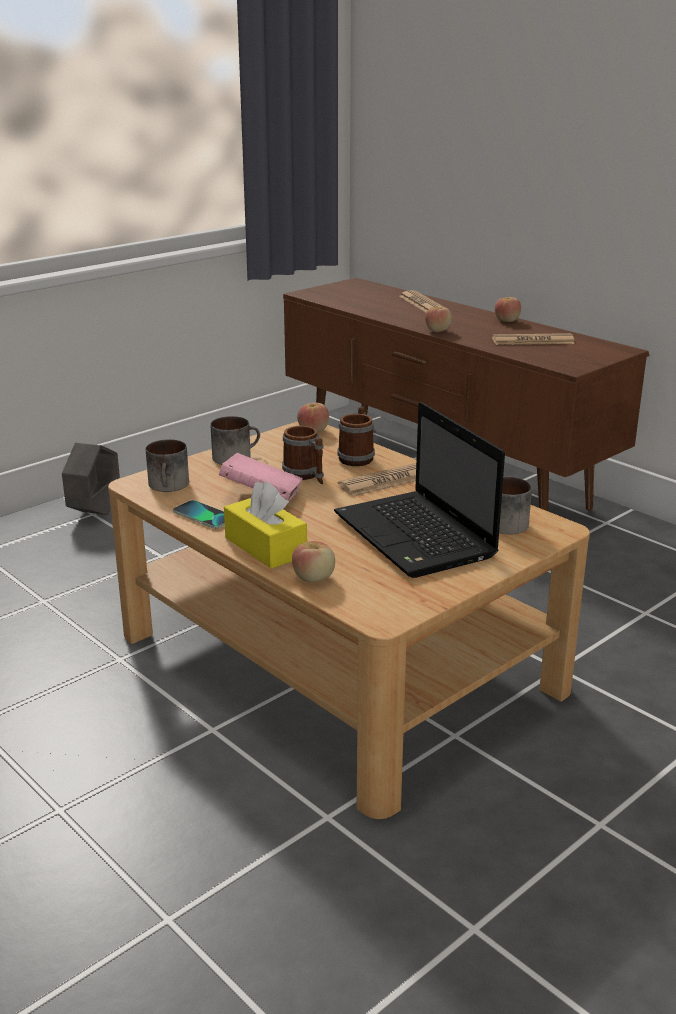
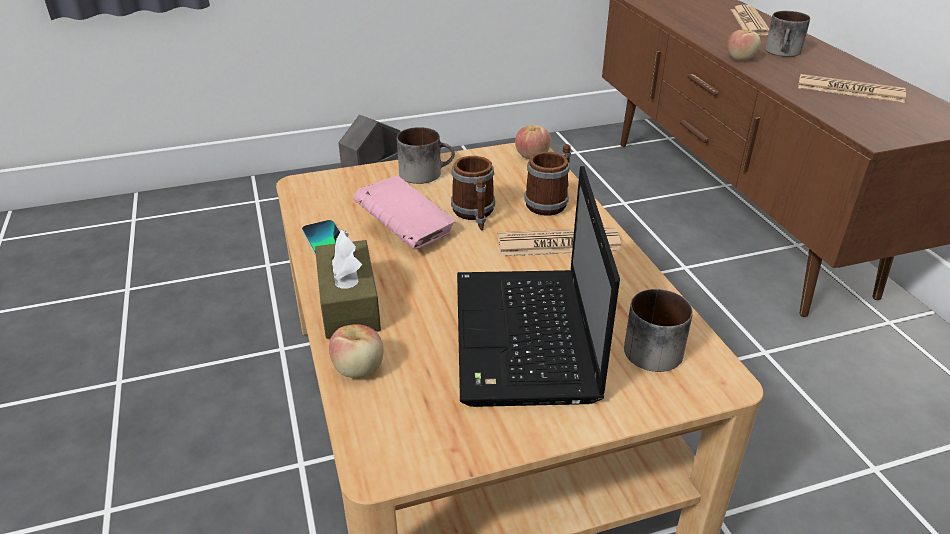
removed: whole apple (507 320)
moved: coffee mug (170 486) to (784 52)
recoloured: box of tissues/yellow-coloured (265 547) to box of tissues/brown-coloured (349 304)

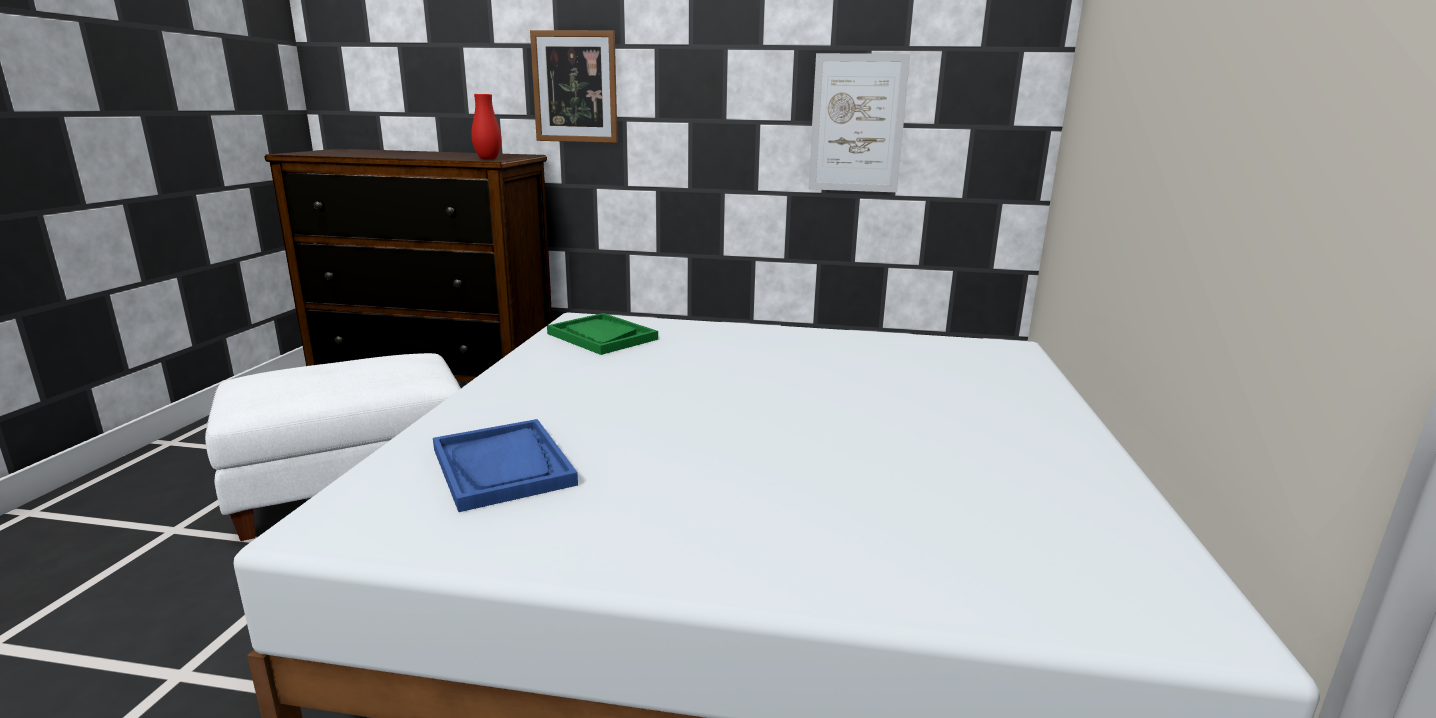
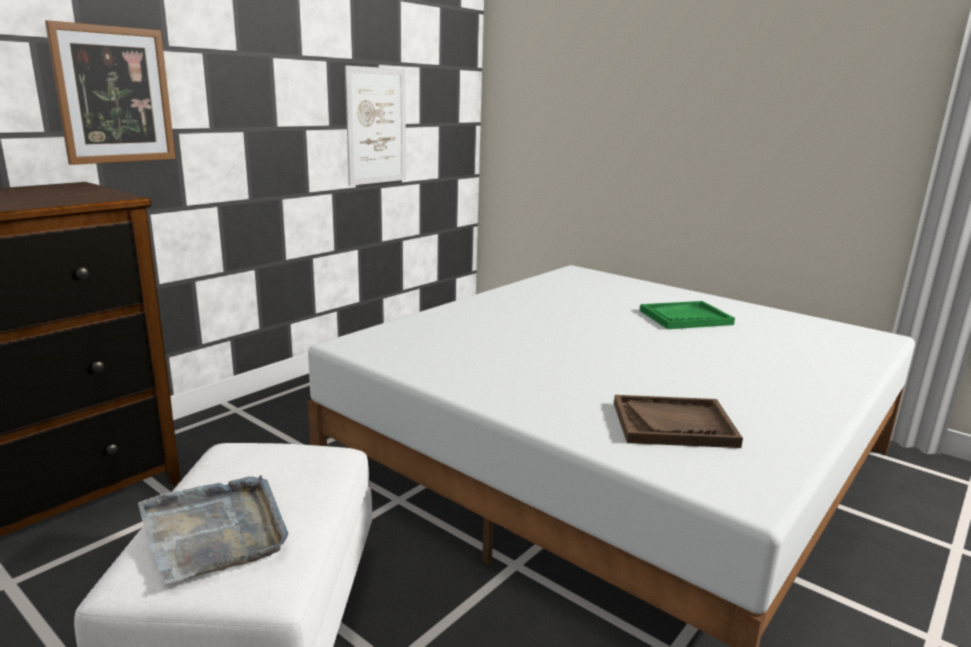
removed: flower vase/red-coloured (488 159)
added: carrying tray/gray (215 531)
moved: carrying tray/greenish (601 336) to (685 317)
recoloured: carrying tray/blue (503 467) to carrying tray/brown-coloured (674 424)

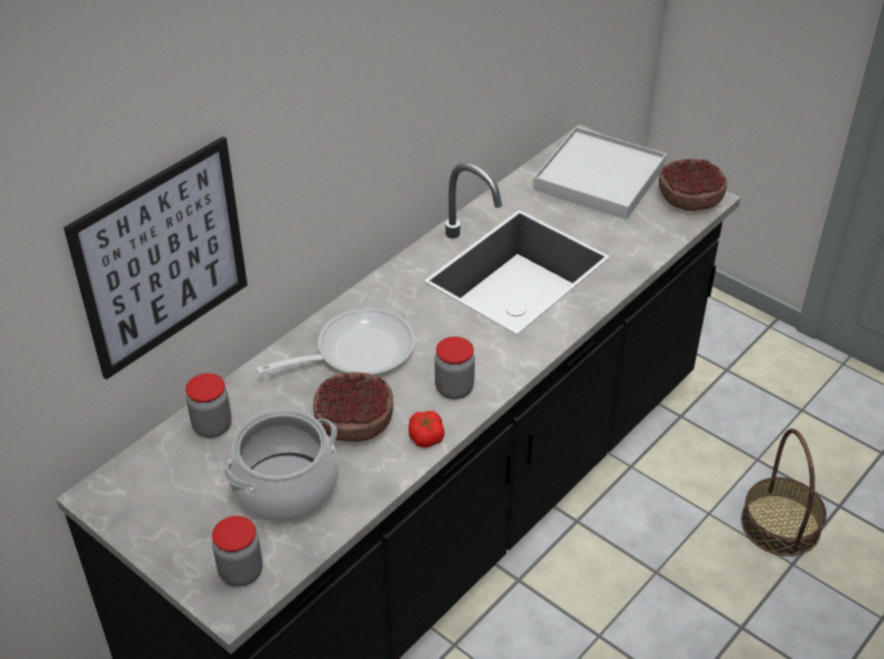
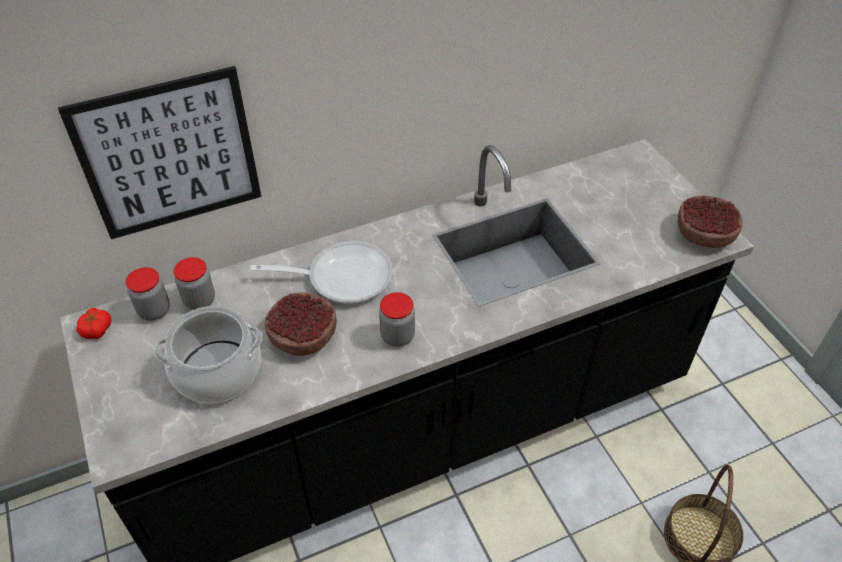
removed: carrying tray/whitish (599 177)
moved: fresh tomato (426 436) to (96 329); storage jar (241 572) to (154 310)

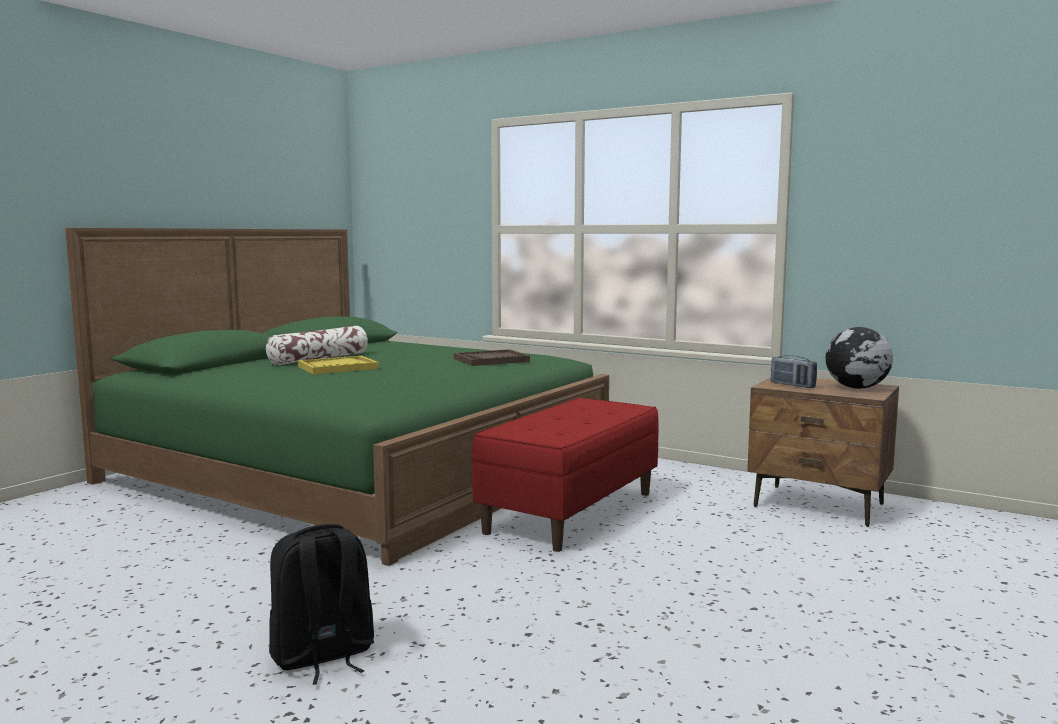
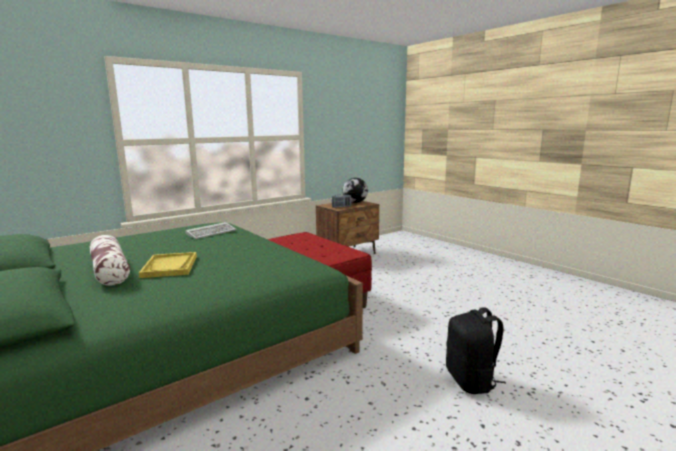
replaced: carrying tray/brown-coloured (491 360) to keyboard (212 232)

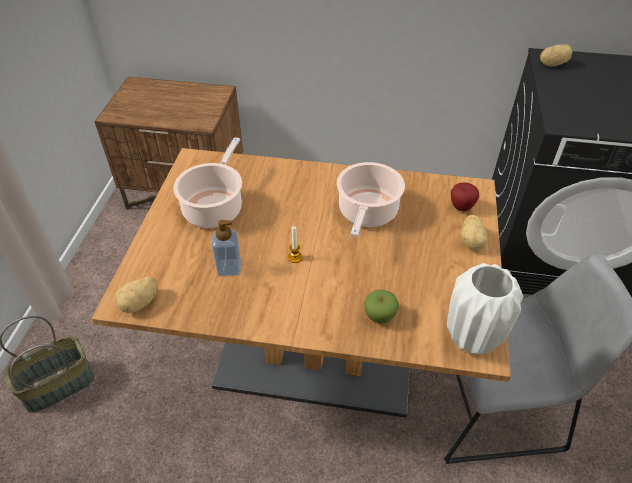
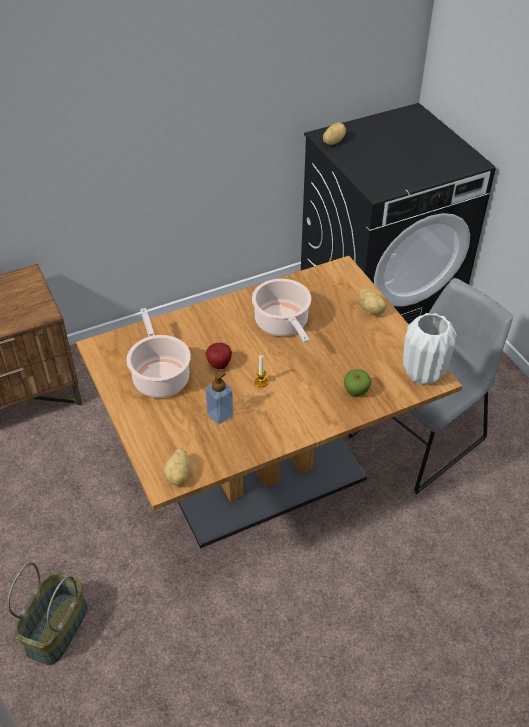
moved: whole apple (461 207) to (219 365)

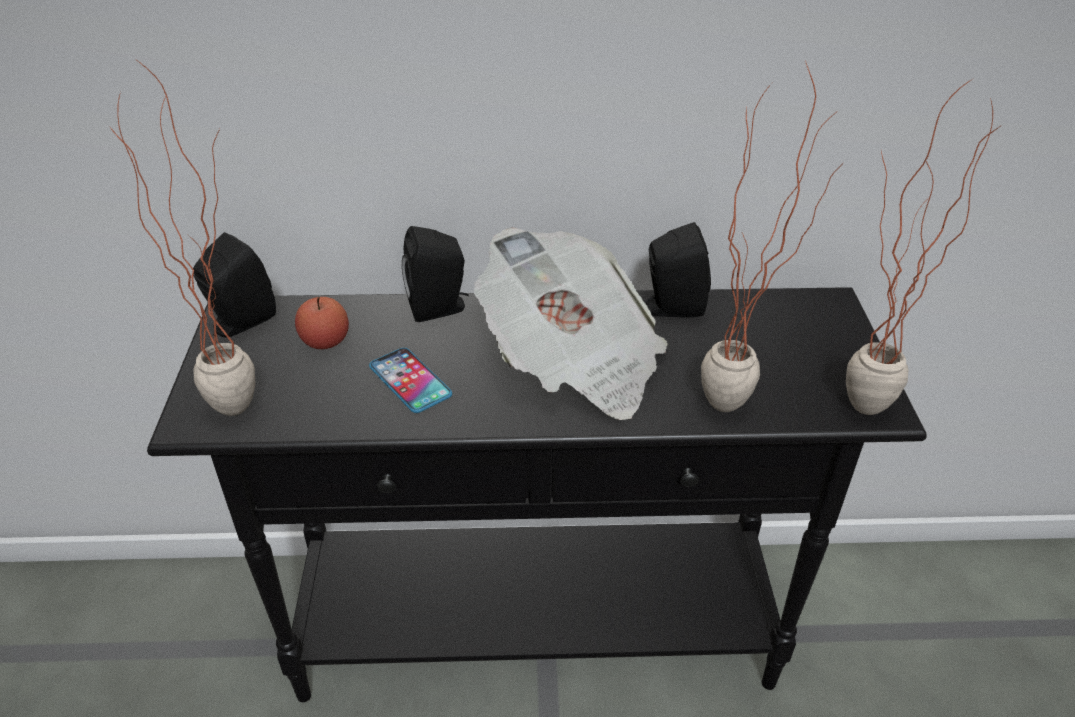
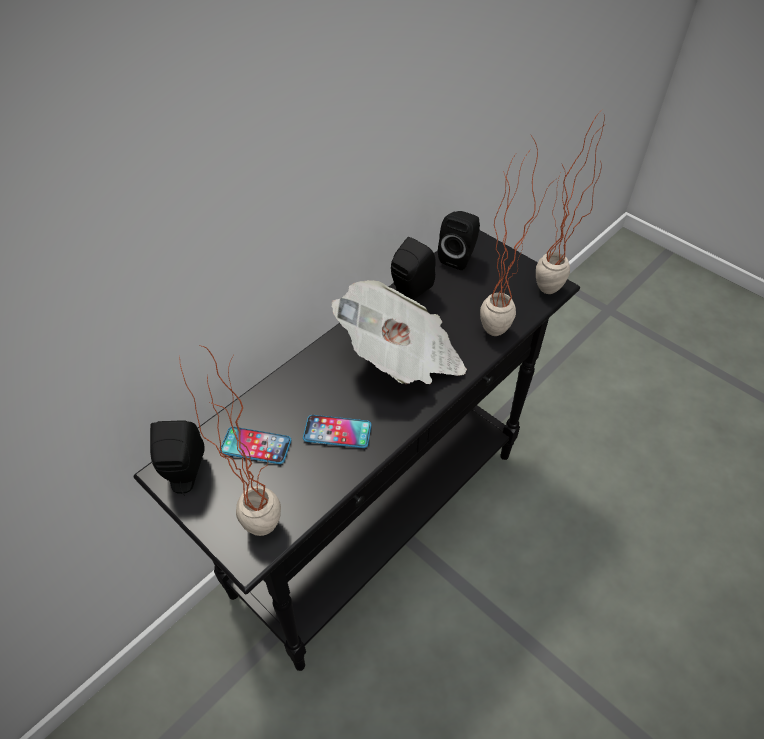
moved: loudspeaker/black (440 308) to (458 257)
replaced: whole apple (325 341) to phone (256 446)

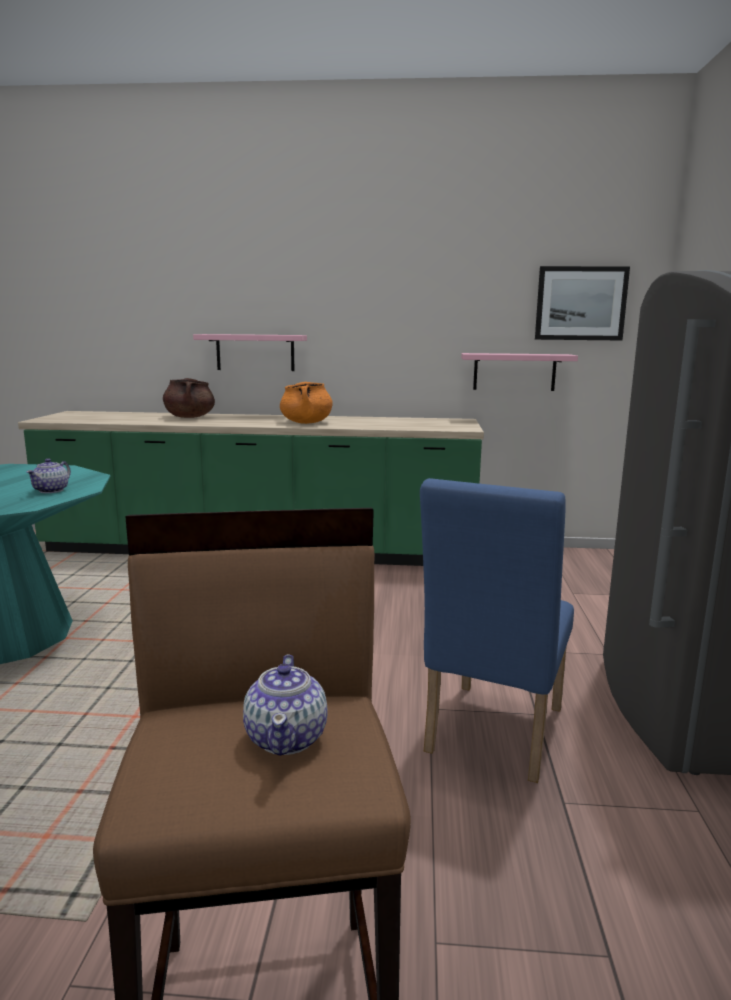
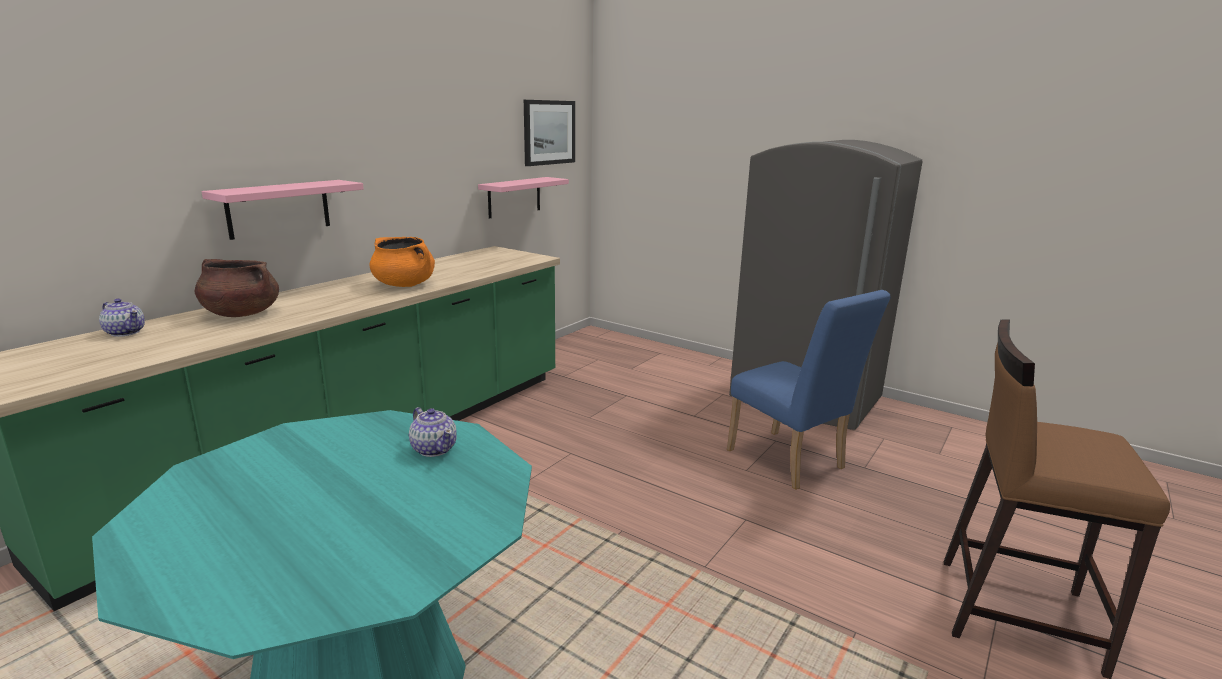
moved: tea pot (287 738) to (125 332)

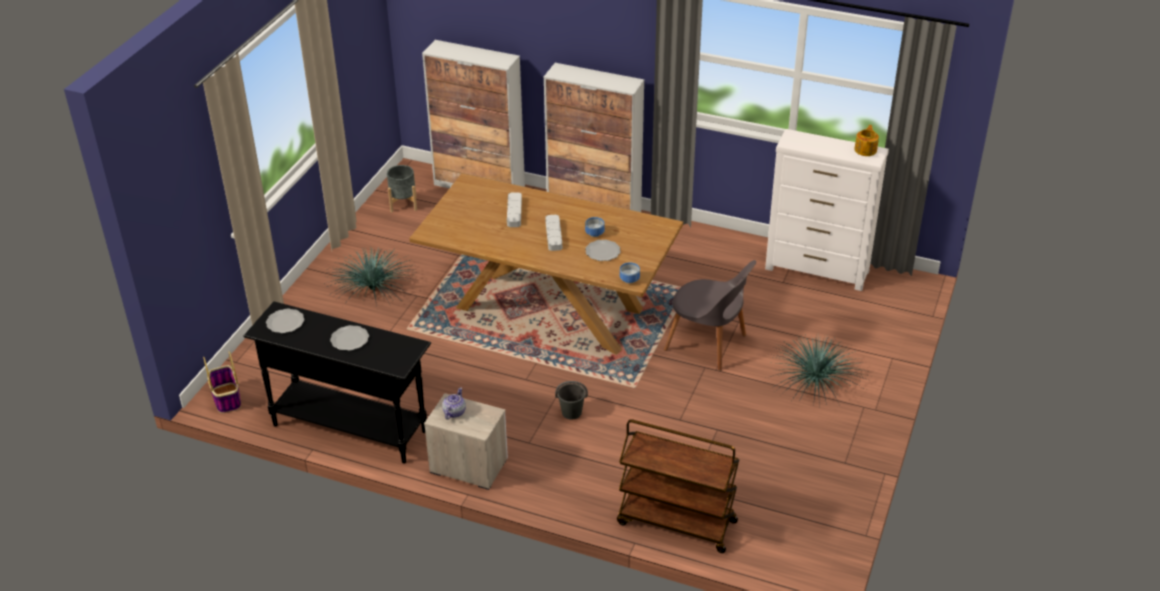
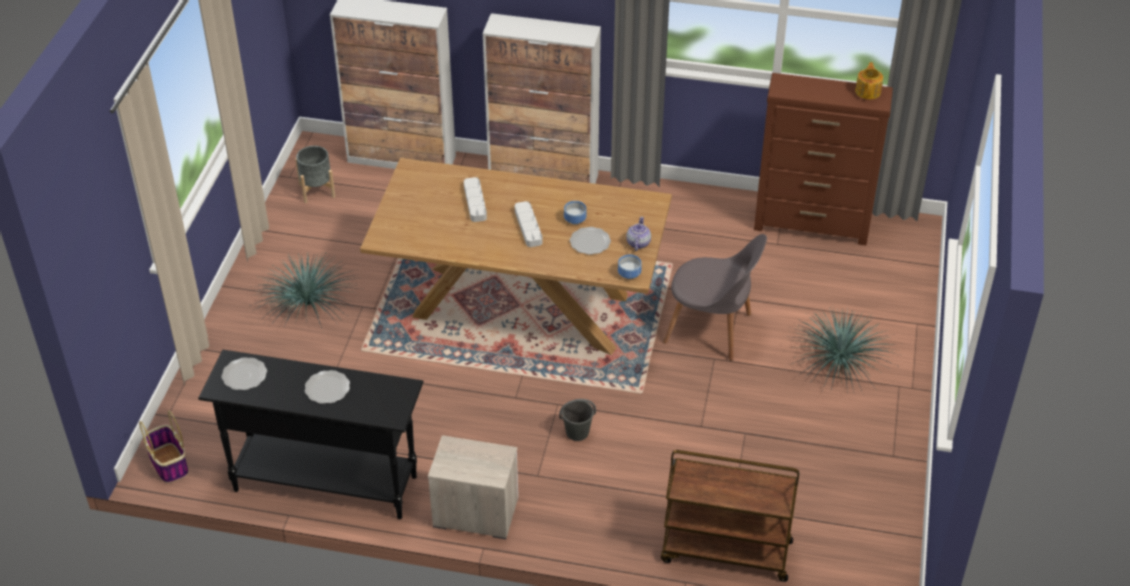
moved: tea pot (454 412) to (638 243)
recoloured: chest of drawers/whitish (817 271) to chest of drawers/brown-coloured (812 225)

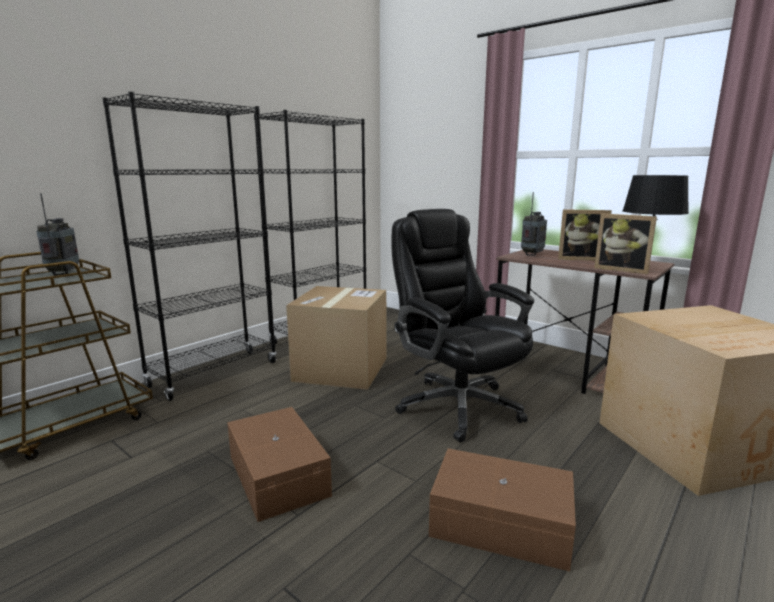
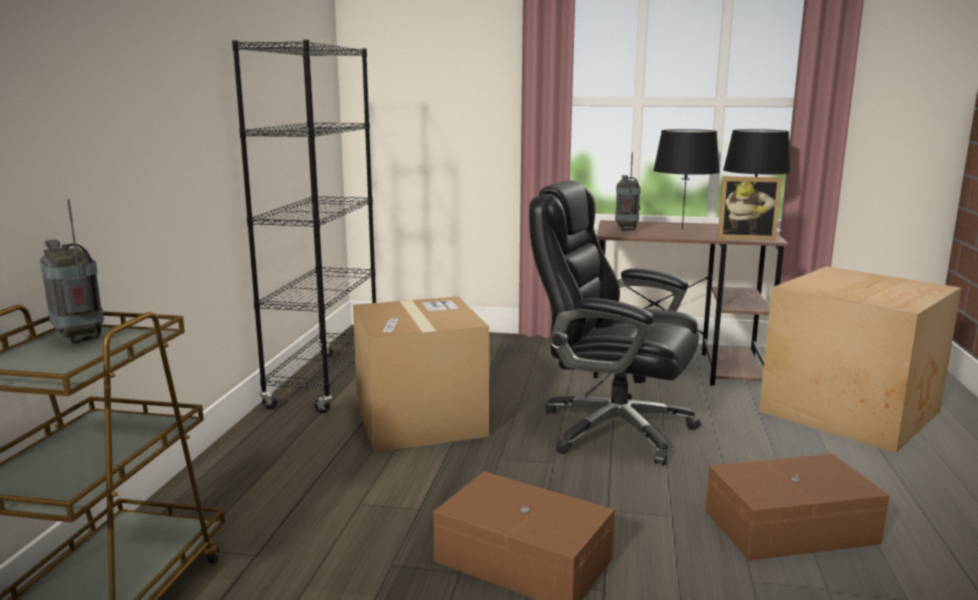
removed: bookcase/black (214 374)
replaced: picture frame (580 258) to lamp for a table/black (682 229)

